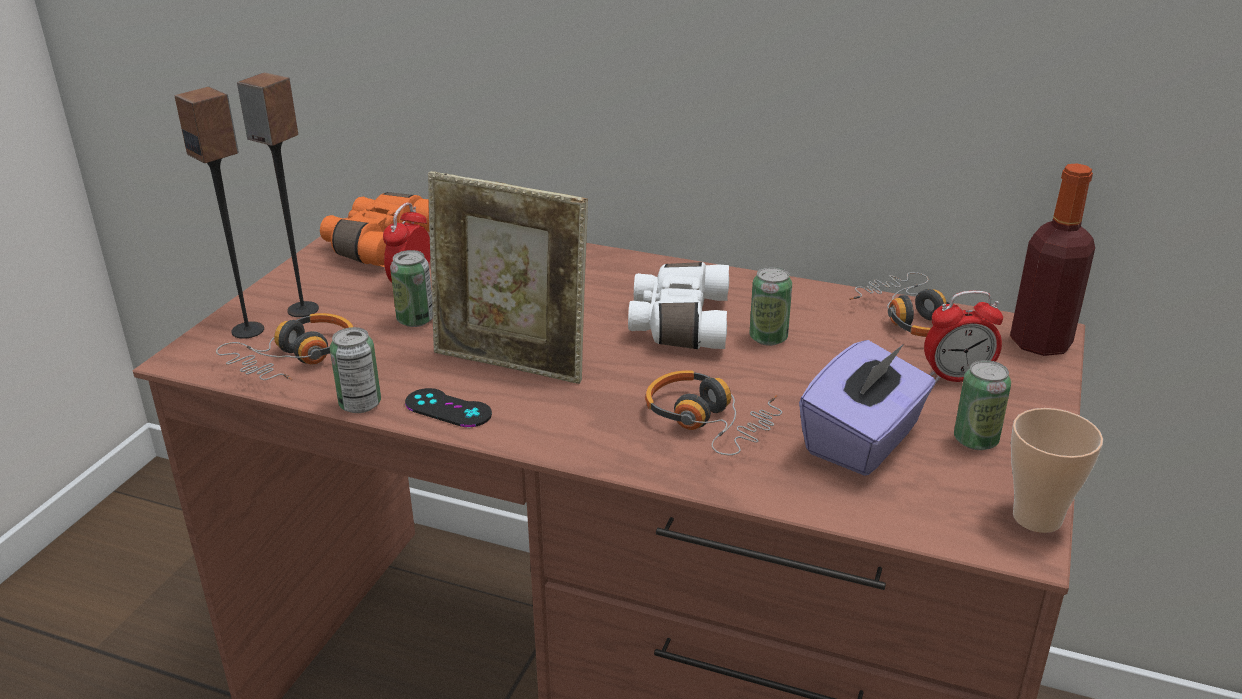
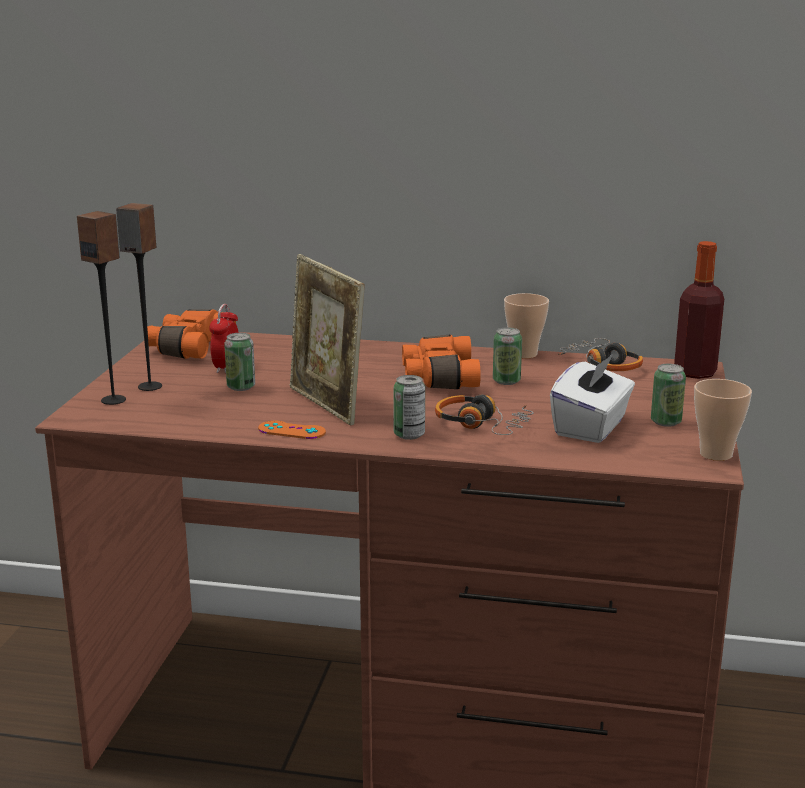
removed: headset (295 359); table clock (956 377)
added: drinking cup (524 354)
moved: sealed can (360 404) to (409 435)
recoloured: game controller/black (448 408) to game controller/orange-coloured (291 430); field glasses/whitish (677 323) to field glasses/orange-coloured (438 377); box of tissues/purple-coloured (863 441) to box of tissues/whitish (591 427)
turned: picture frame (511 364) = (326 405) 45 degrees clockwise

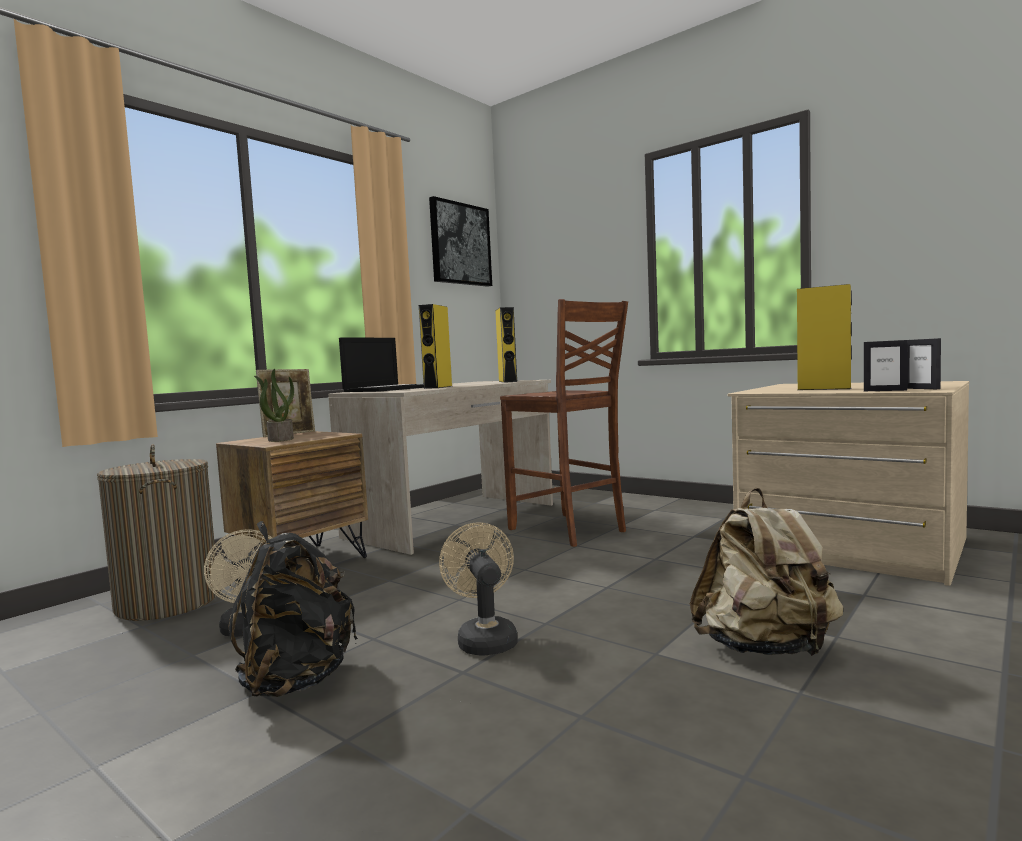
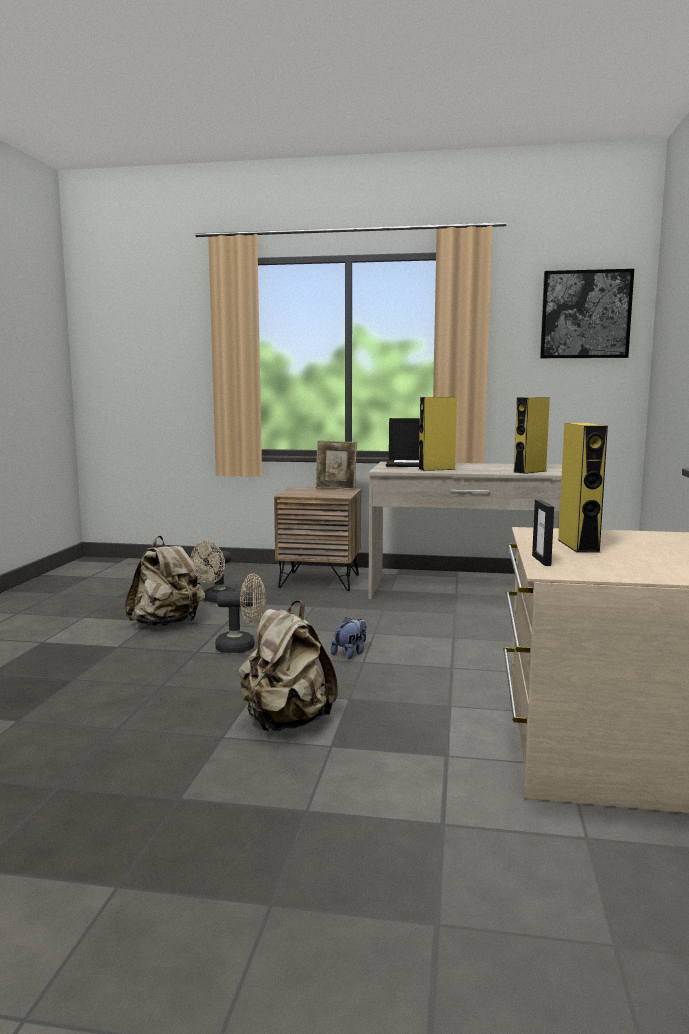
removed: laundry basket (167 602); plant in a pot (280 439); chair/brown-coloured (568 531); picture frame (921 388)
added: cuddly toy (350 653)
recoloured: knapsack/black (297 680) to knapsack/beige (167 624)
turned: fan/beige (484 639) = (242 647) 45 degrees clockwise

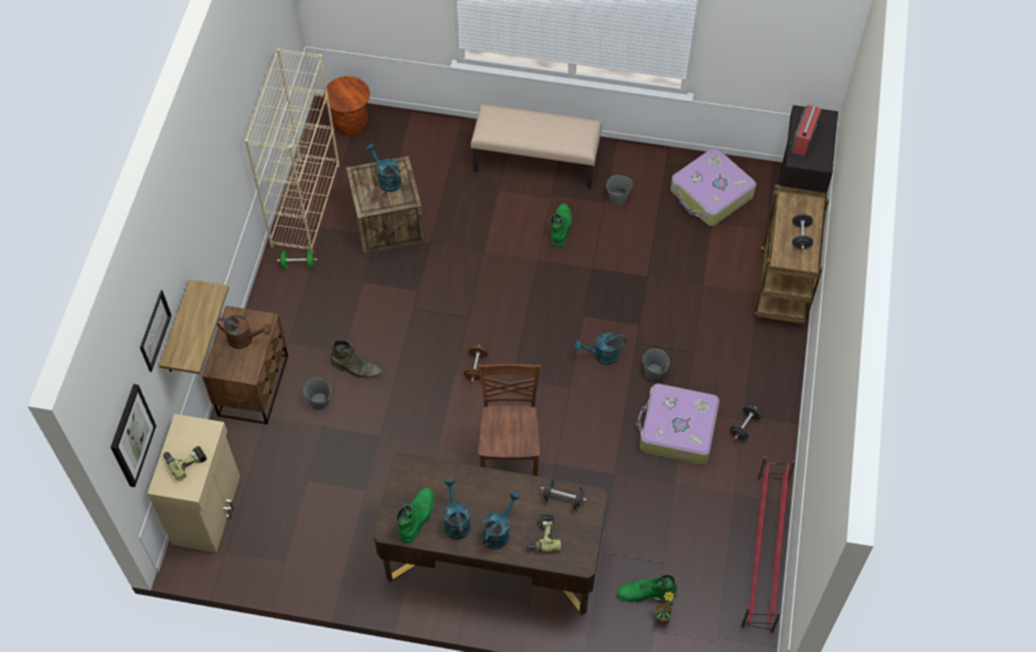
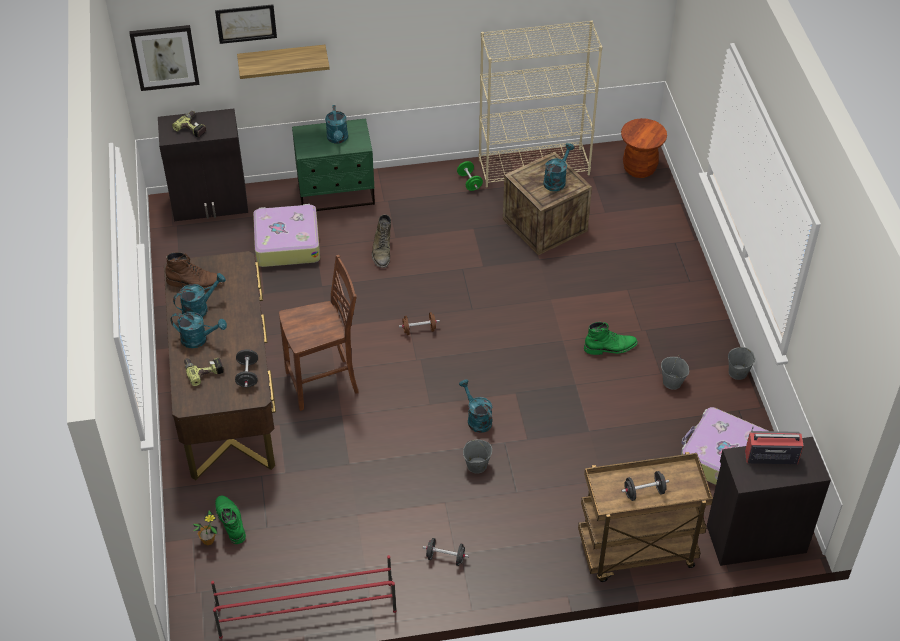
removed: bench/beige (536 162)
moved: travel case (677 430) to (287 243); bucket/gray (320 402) to (737 373)
recoloured: cabinet/beige (208 509) to cabinet/black (210 204); boot/greenish (417 517) to boot/brown-coloured (195 282); nightstand/brown-coloured (254 385) to nightstand/greenish (336 194); watering can/brown-coloured (245 339) to watering can/turquoise-coloured (338 139)

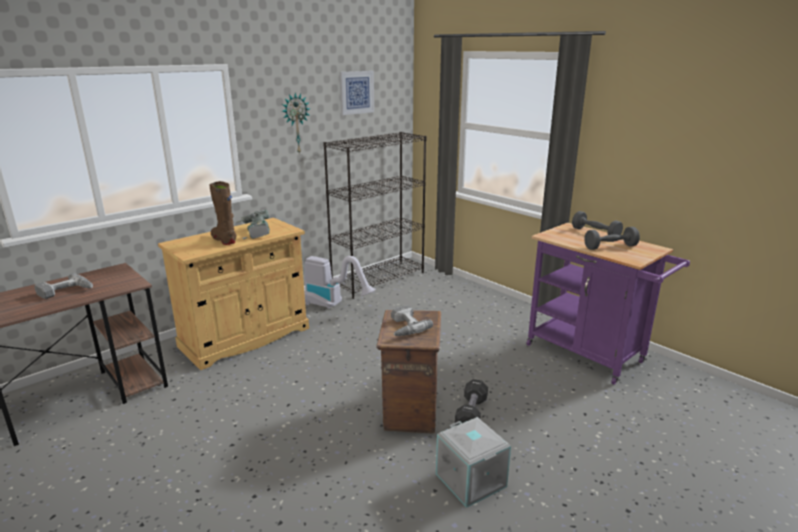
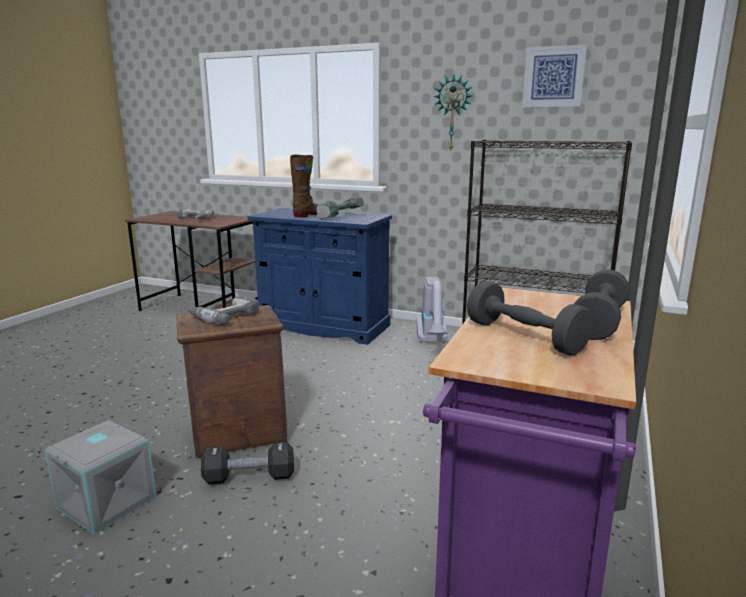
recoloured: cabinet/beige (245 337) to cabinet/blue (323 326)

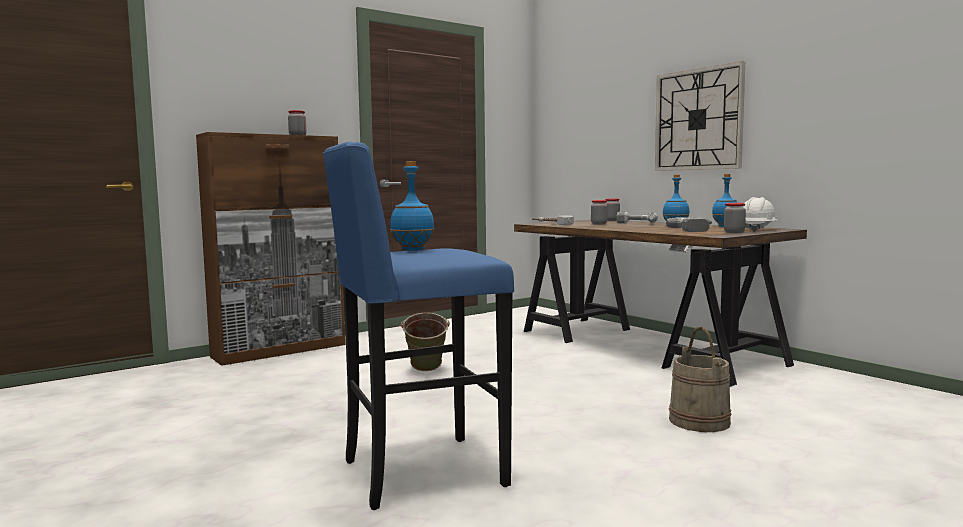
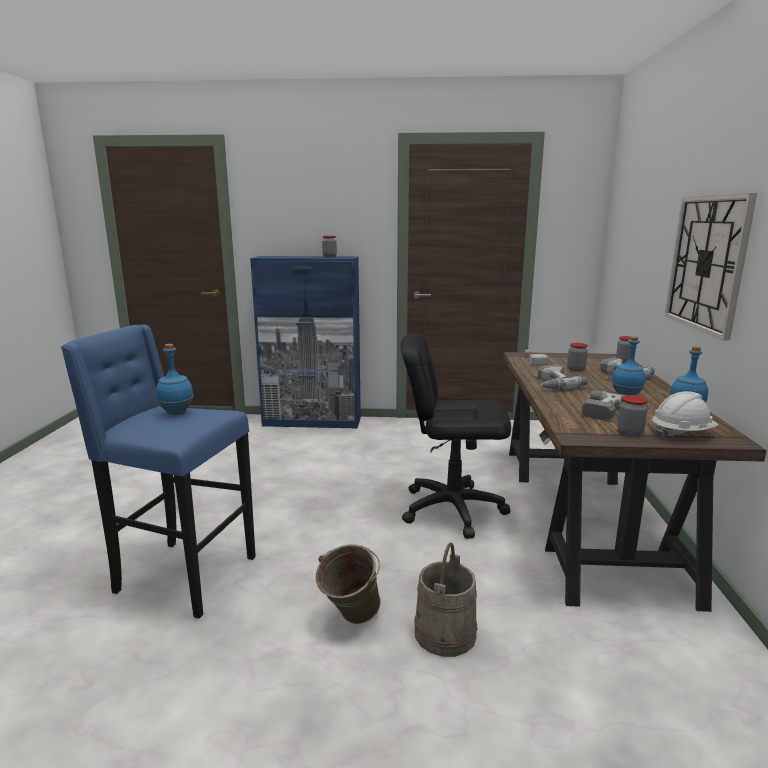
added: desk chair/black (452 509); power drill (552 384)
moved: bucket/greenish (425 370) to (350 620)
recoloured: cabinet/brown-coloured (280 350) to cabinet/blue (312 422)

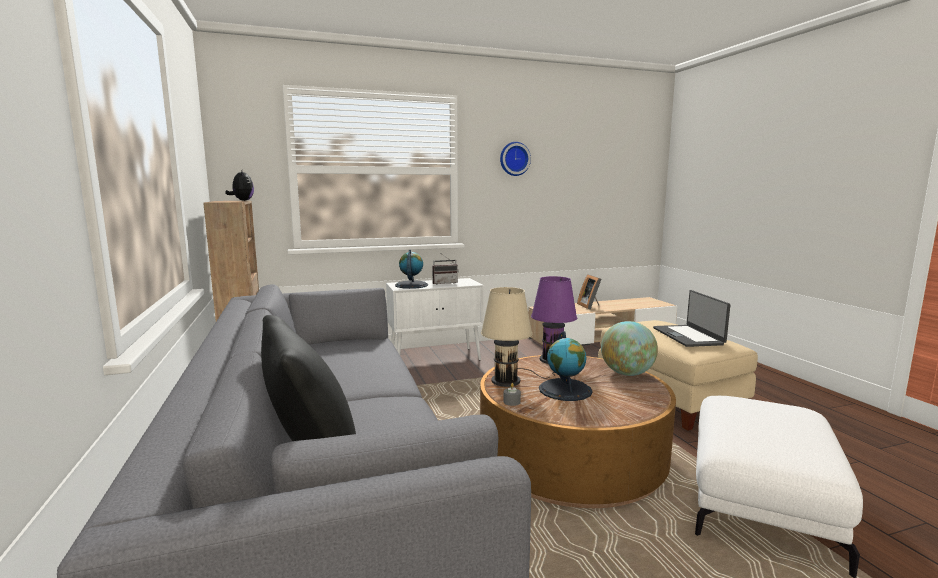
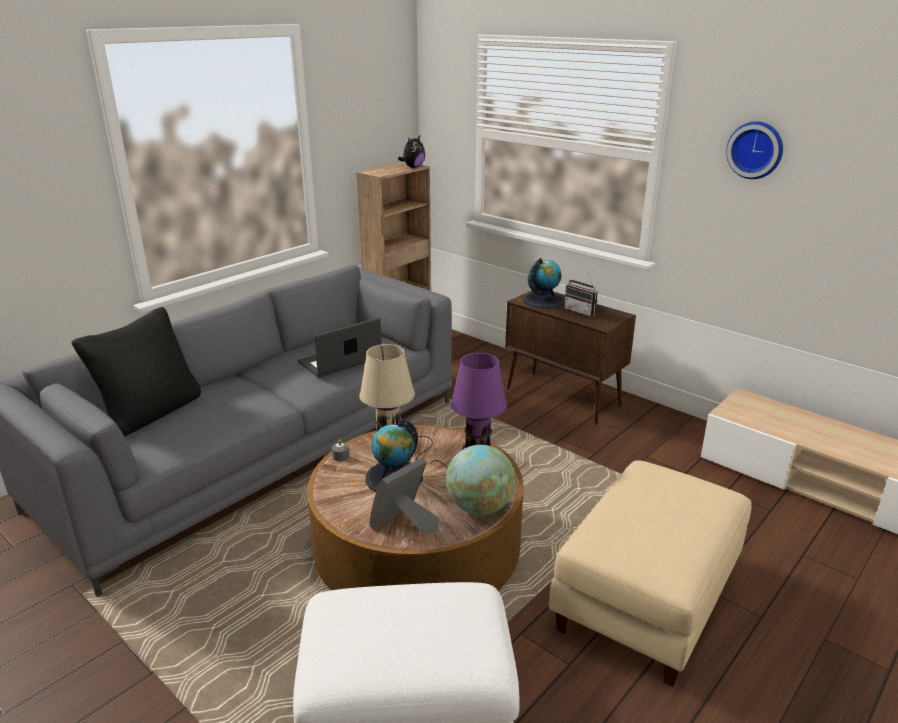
moved: laptop (688 336) to (341 361); picture frame (590 306) to (404 524)
recoloured: cabinet/whitish (436 358) to cabinet/brown-coloured (564 398)

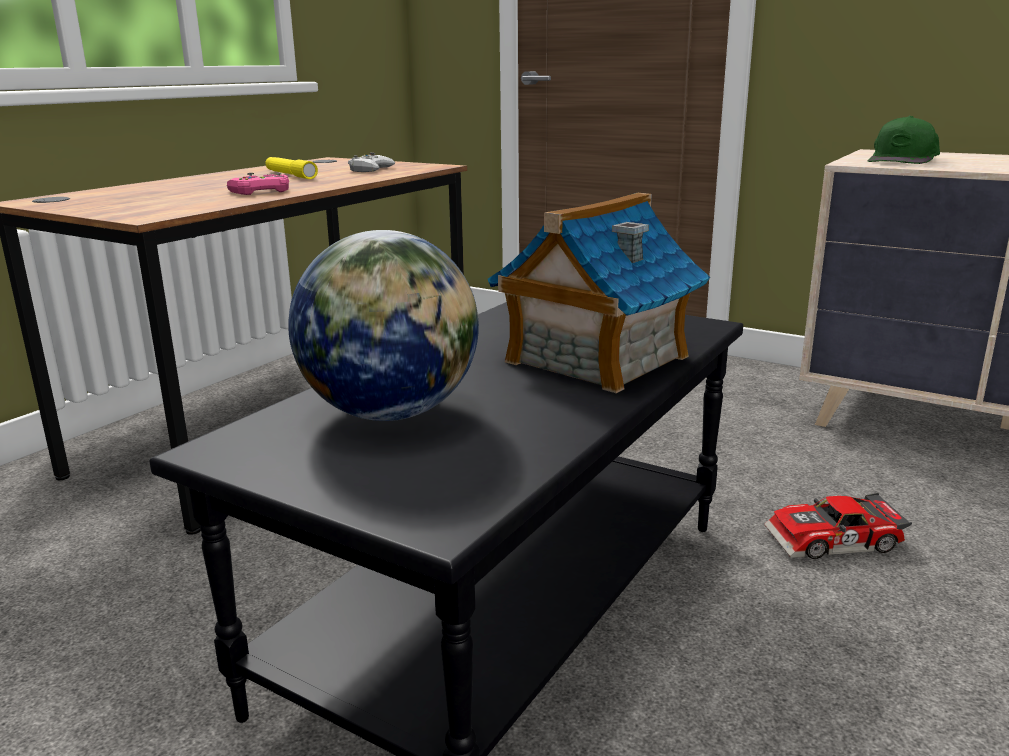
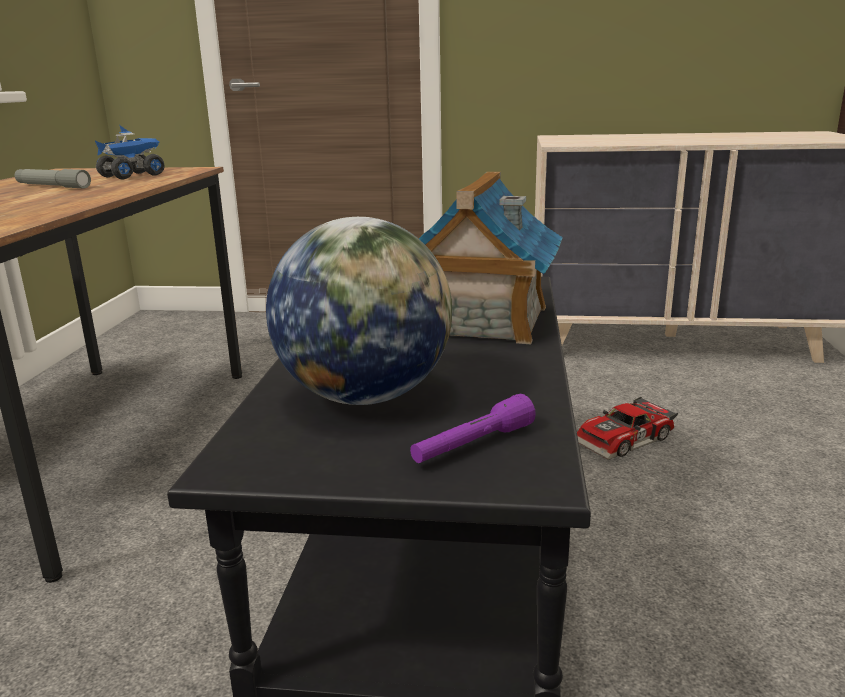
removed: game controller/pinkish (261 191); peaked cap/greenish (904 160)
added: torch/purple-coloured (473 445)
replaced: game controller/whitish (371 169) to toy truck (132 176)
recoloured: torch/yellow-coloured (290 175) to torch/gray (53 186)

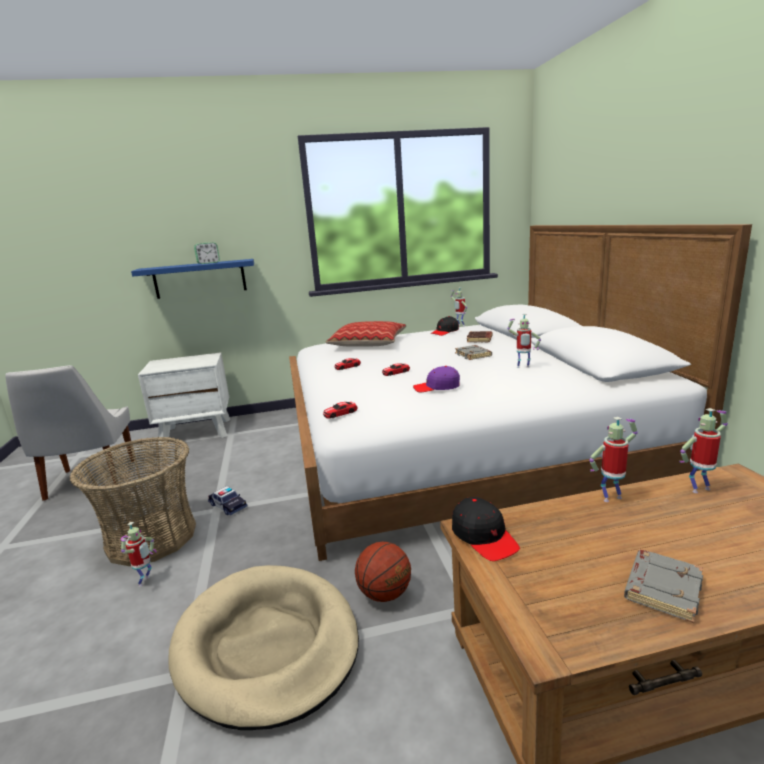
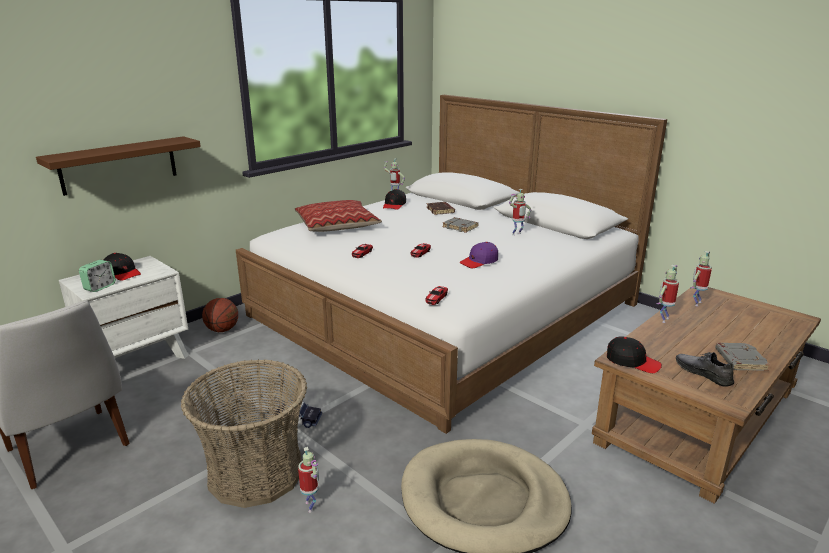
added: peaked cap/black (122 273); low shoe/gray (703 373)
moved: table clock (208 263) to (100 287); ball for basketball (384 594) to (222 330)
recoloured: bracket shelf/blue (200 279) to bracket shelf/brown-coloured (119 165)

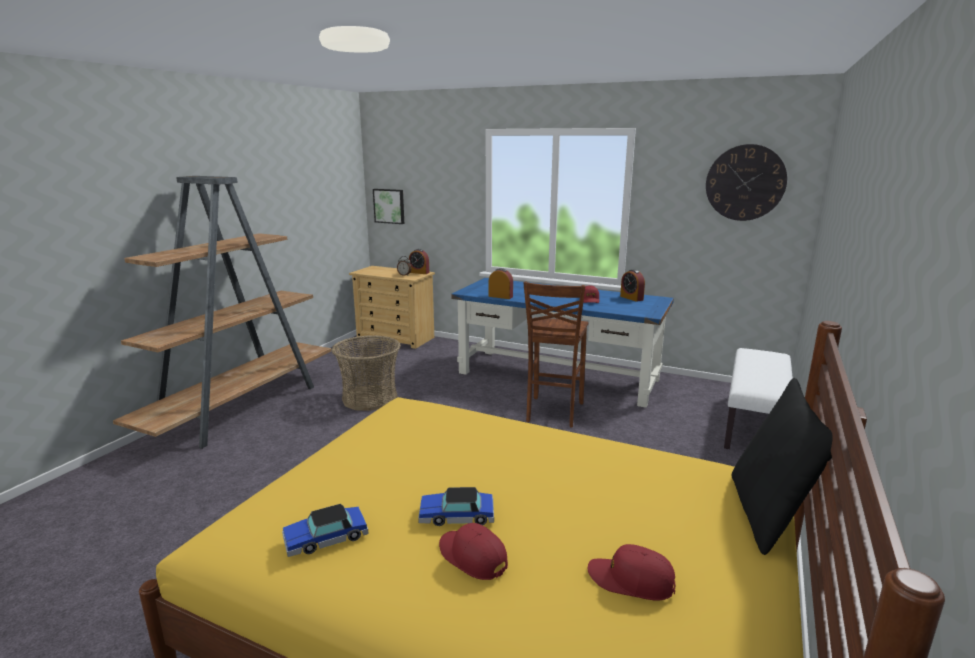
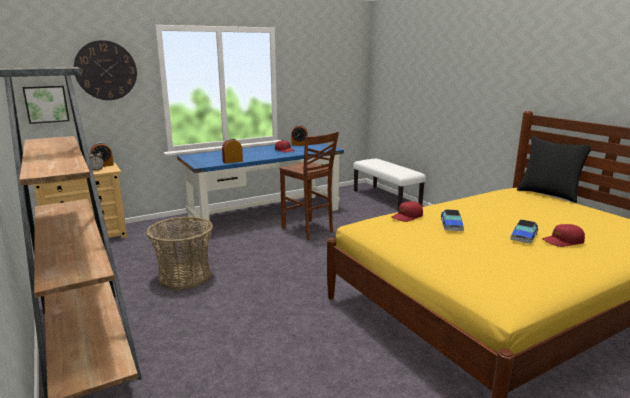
moved: clock on the wall (745 183) to (106 70); peaked cap/red-coloured (631 580) to (407 217); toy car (326 538) to (451 225)

